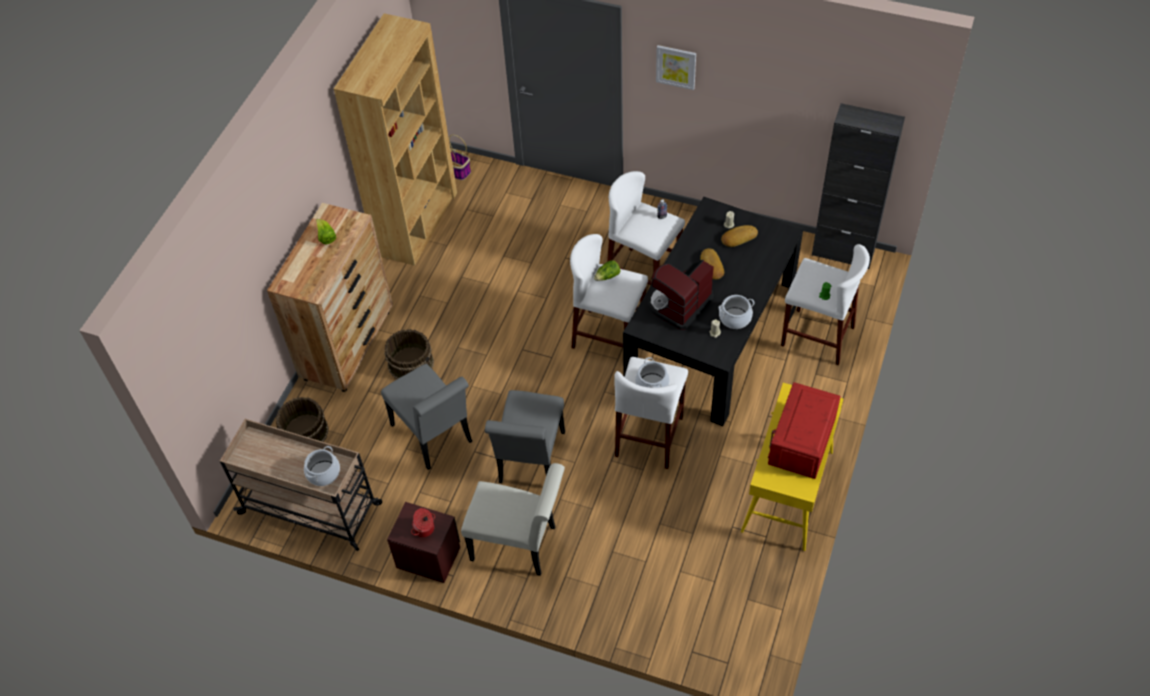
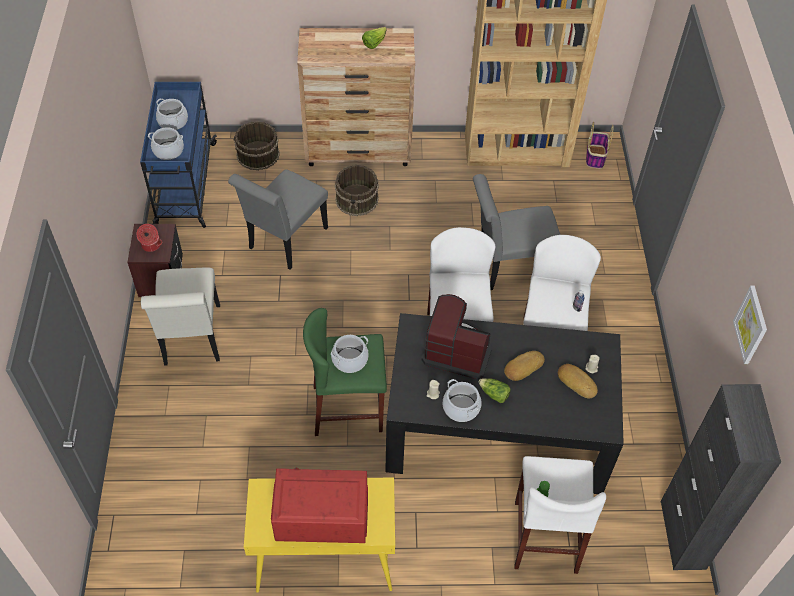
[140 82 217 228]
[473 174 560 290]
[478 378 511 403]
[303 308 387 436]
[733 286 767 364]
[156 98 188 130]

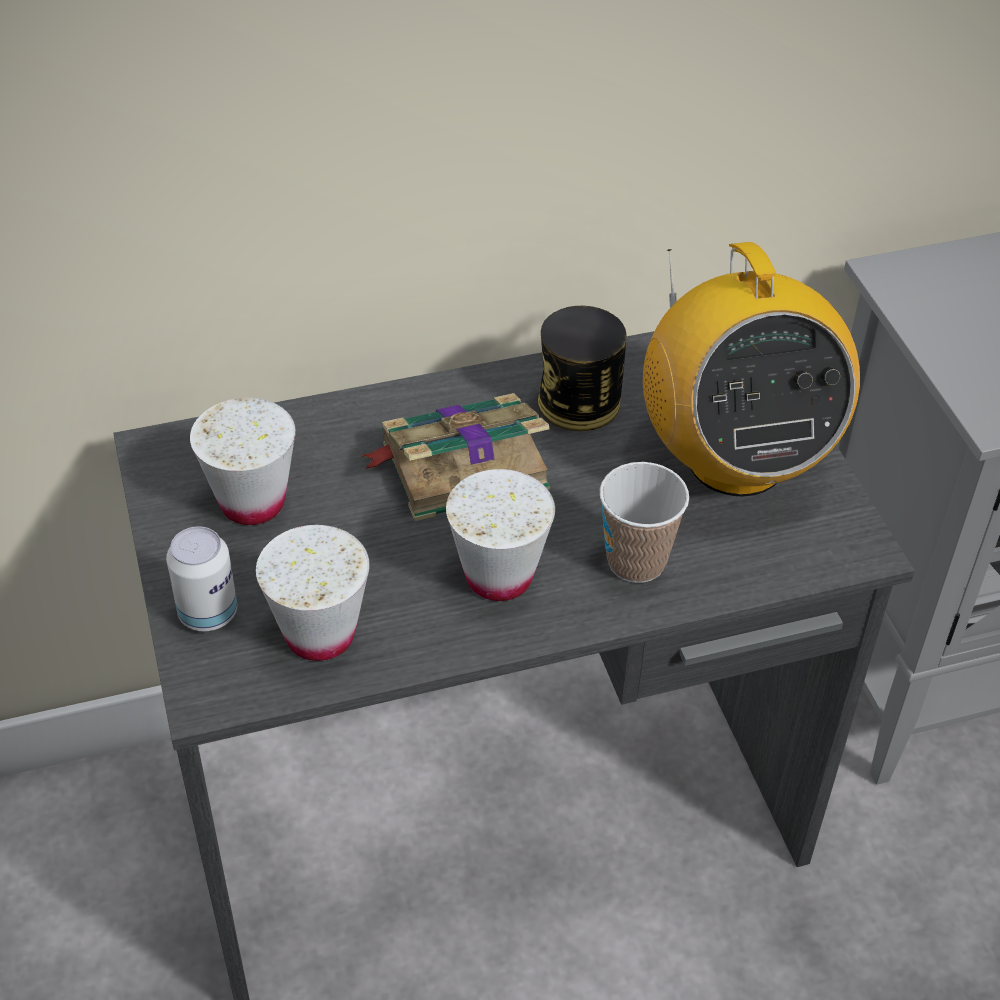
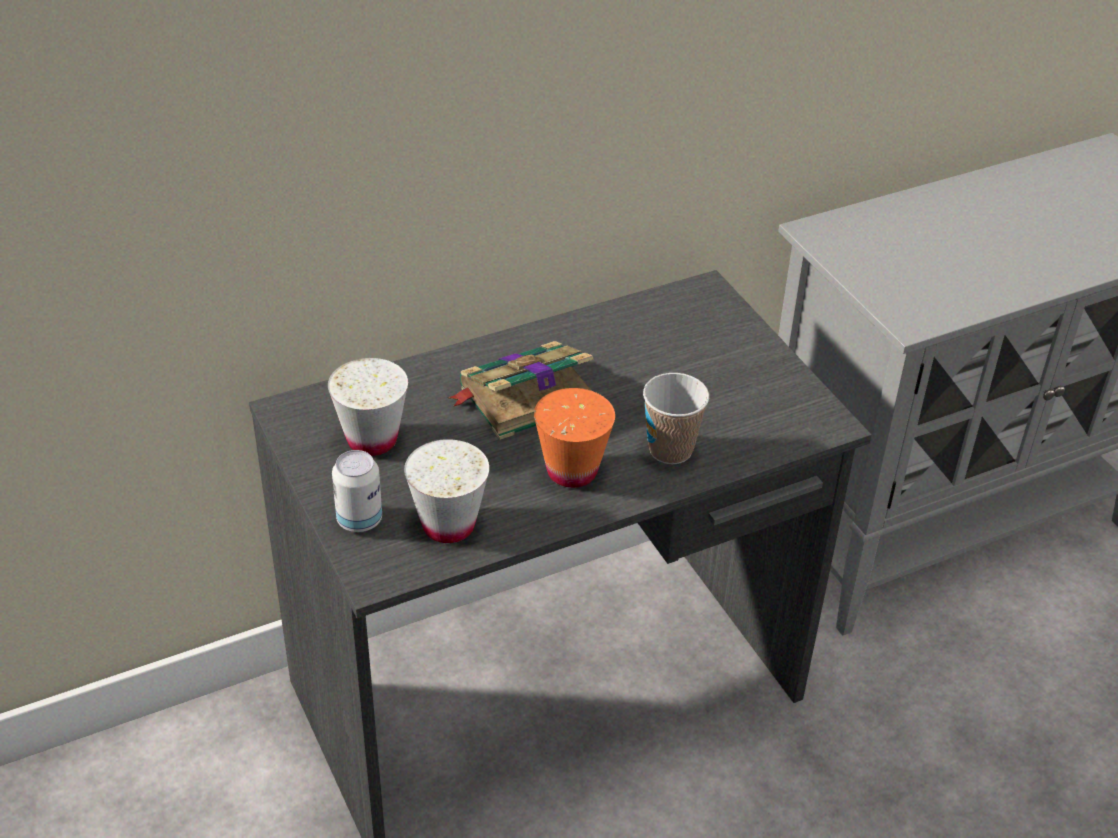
[534 388 615 488]
[538 306 627 431] (first image)
[643 242 860 497] (first image)

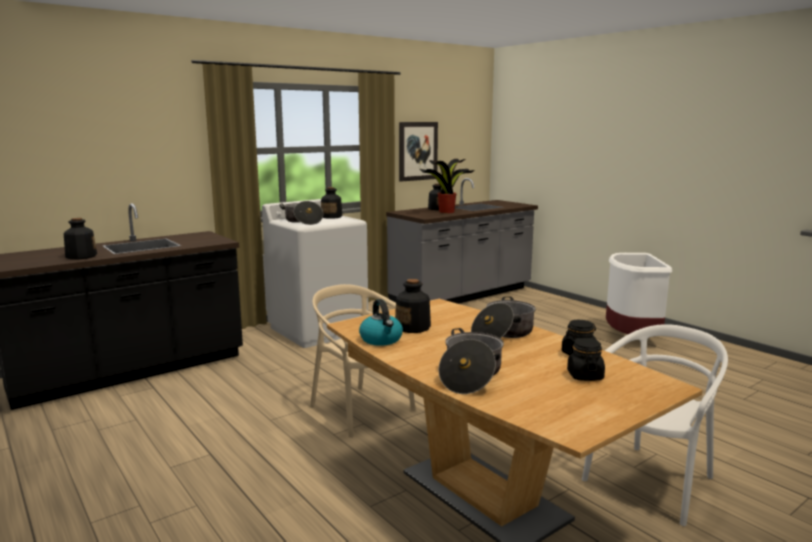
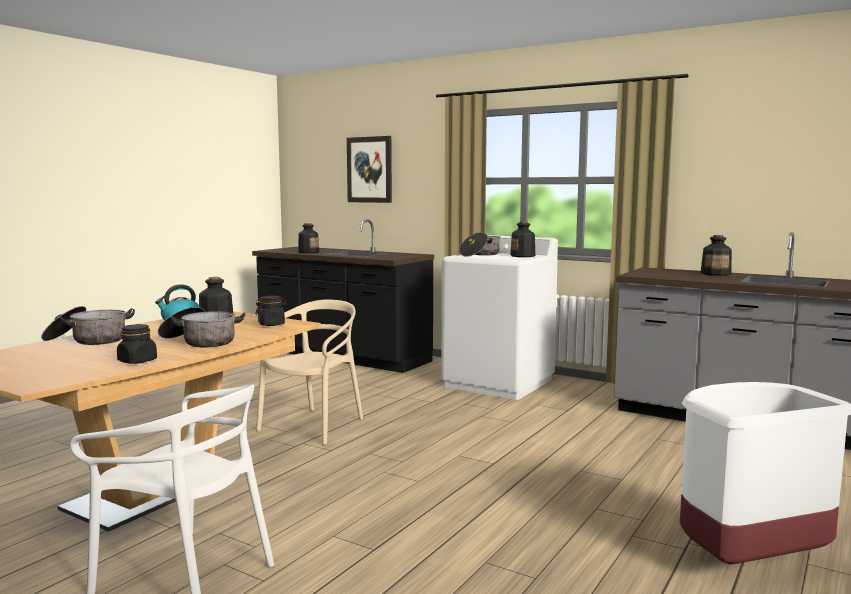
[347 136 392 203]
[420 159 475 213] (first image)
[255 296 287 326]

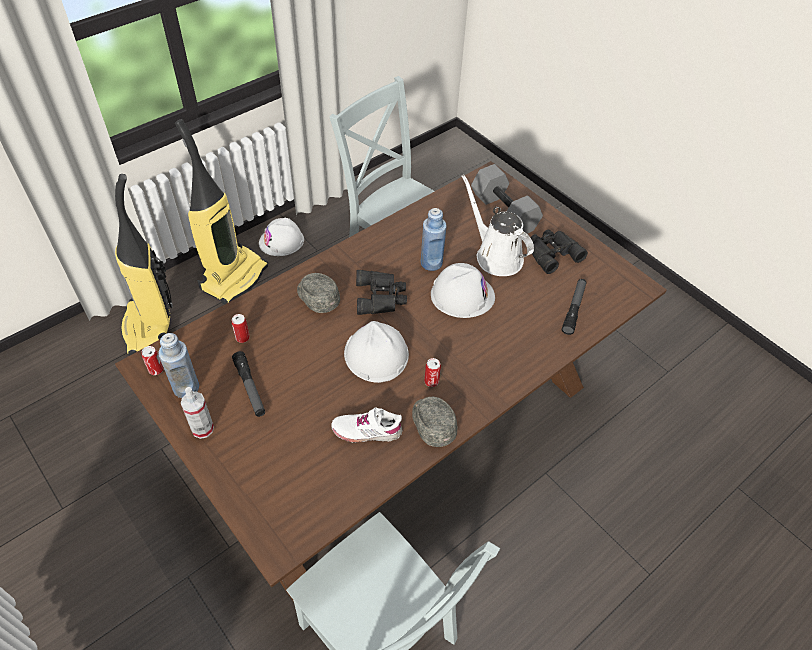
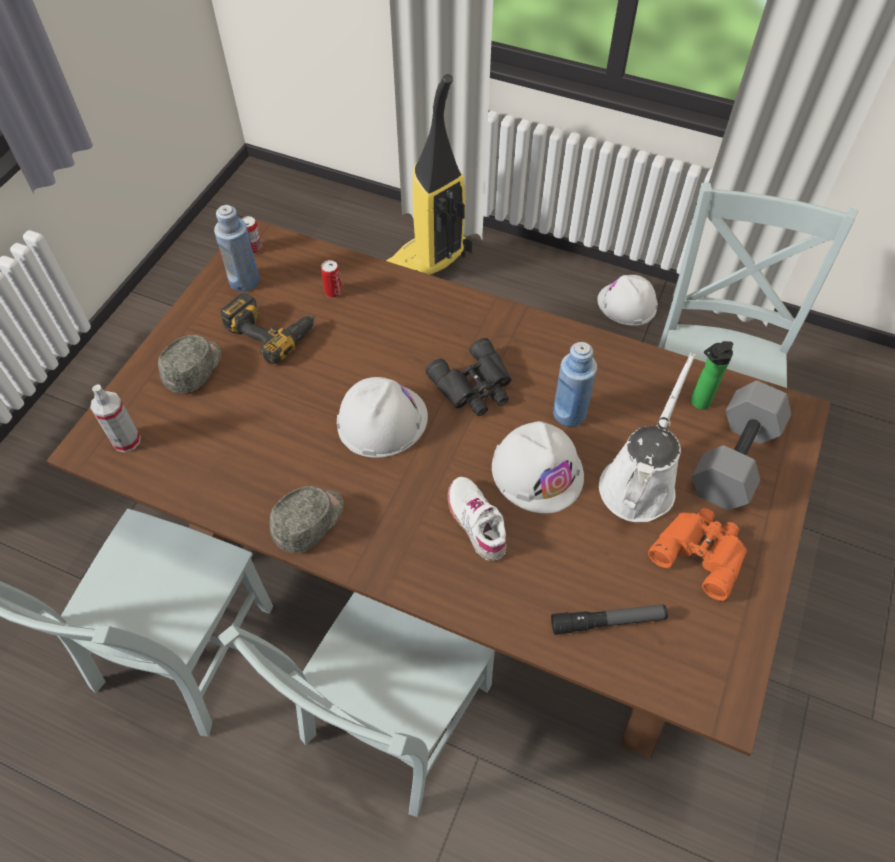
[175 119 268 305] (first image)
[90 385 141 453]
[220 293 315 364]
[158 335 221 393]
[447 477 507 561]
[424 358 441 387] (first image)
[648 508 747 601]
[218 592 495 817]
[691 341 733 410]

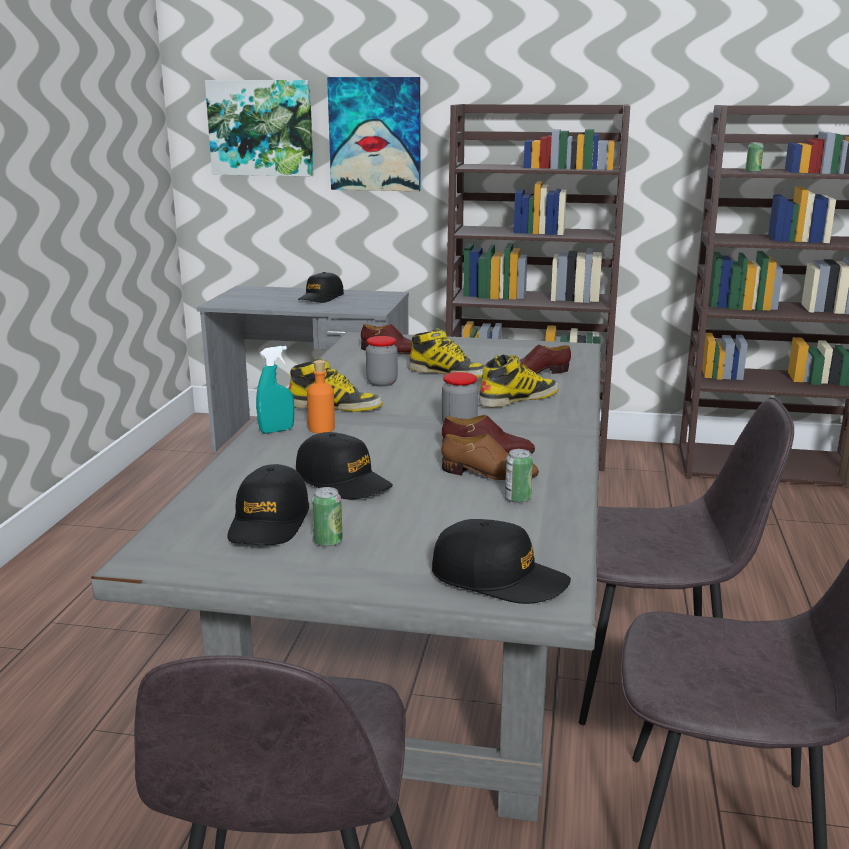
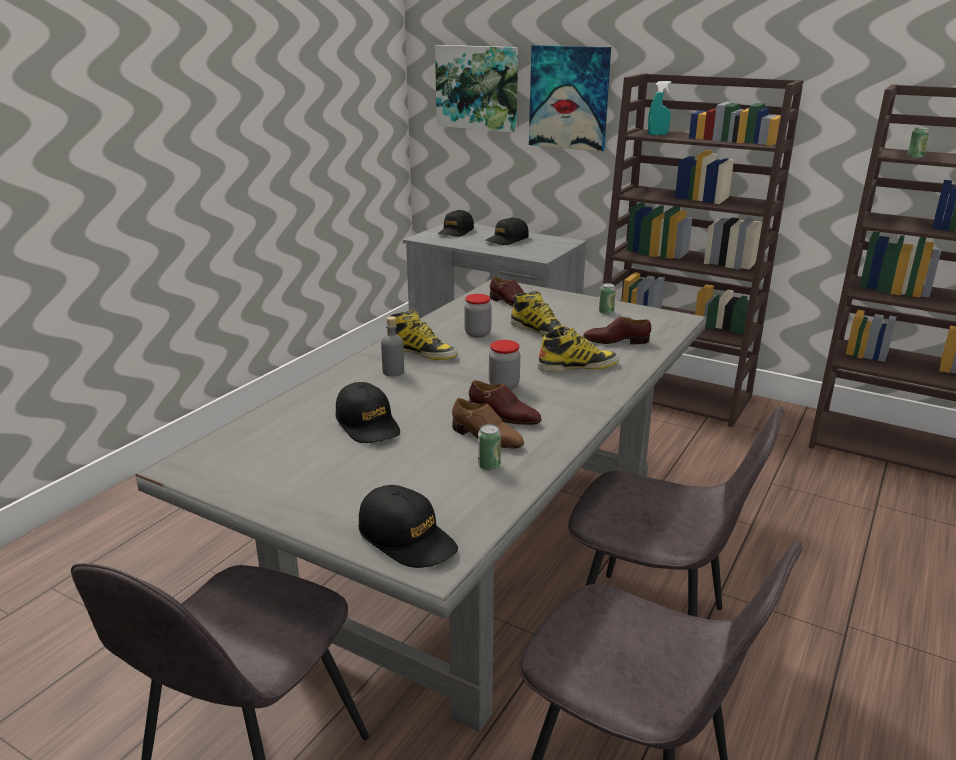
[438 210 474 237]
[648 81 671 135]
[381 316 404 376]
[599 283 616 314]

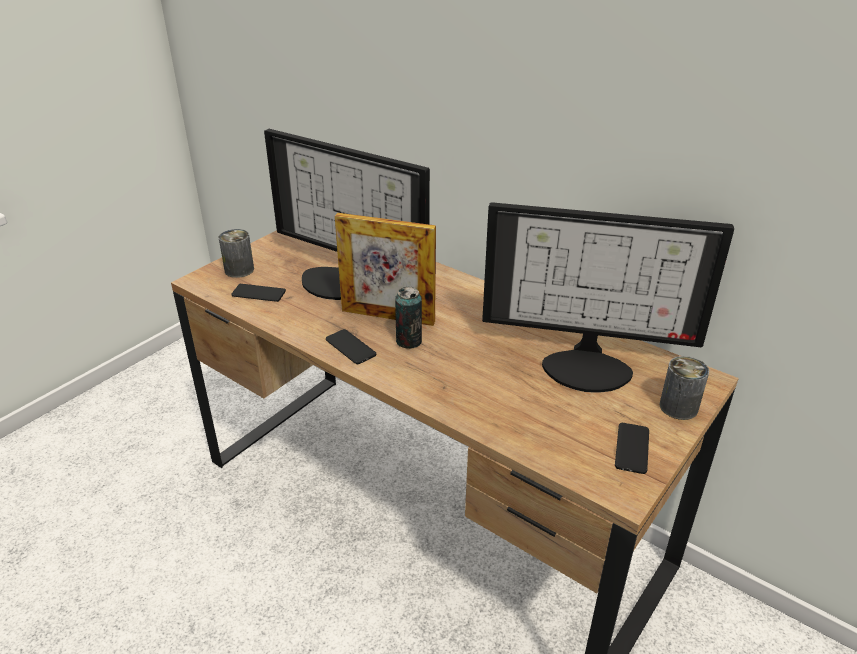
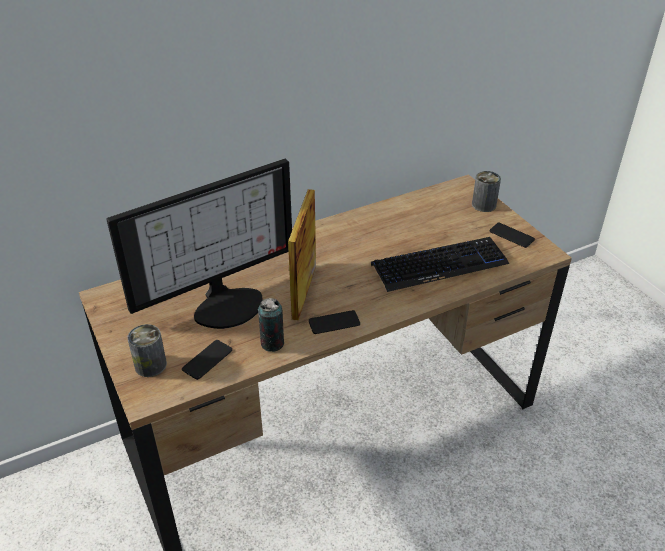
[288 189 316 320]
[258 298 284 352]
[482 202 734 393] (first image)
[371 237 509 292]

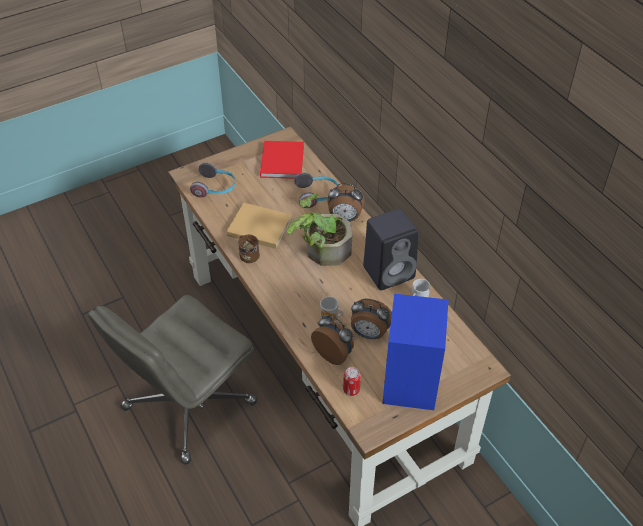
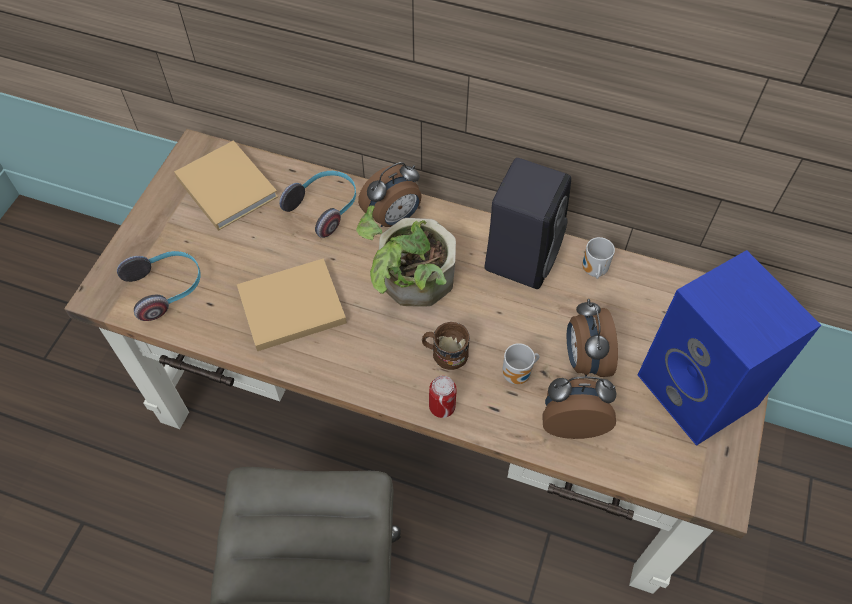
[422 322 470 370]
[174 140 278 231]
[429 376 457 418]
[567 299 618 377]

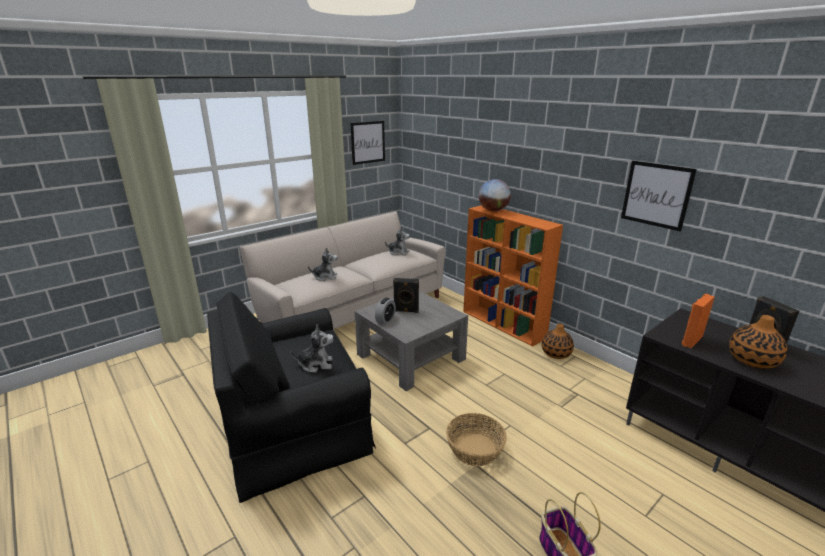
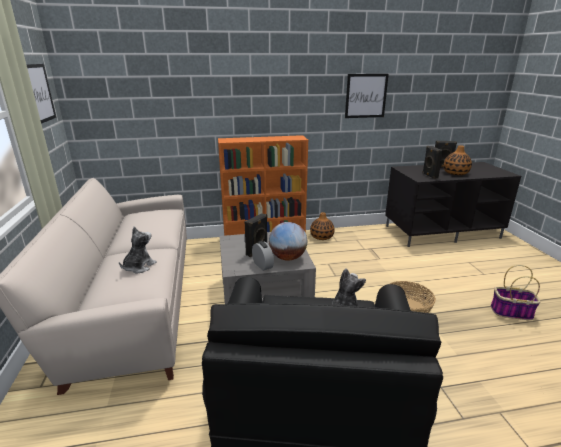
[385 226 410 256] (first image)
[269 222 307 261]
[422 146 443 179]

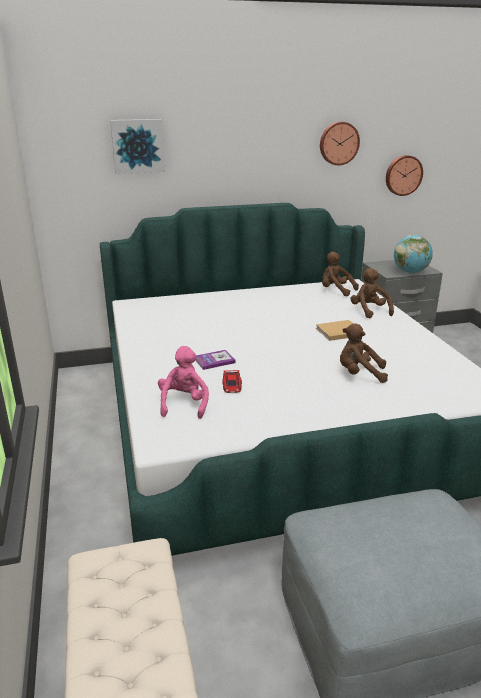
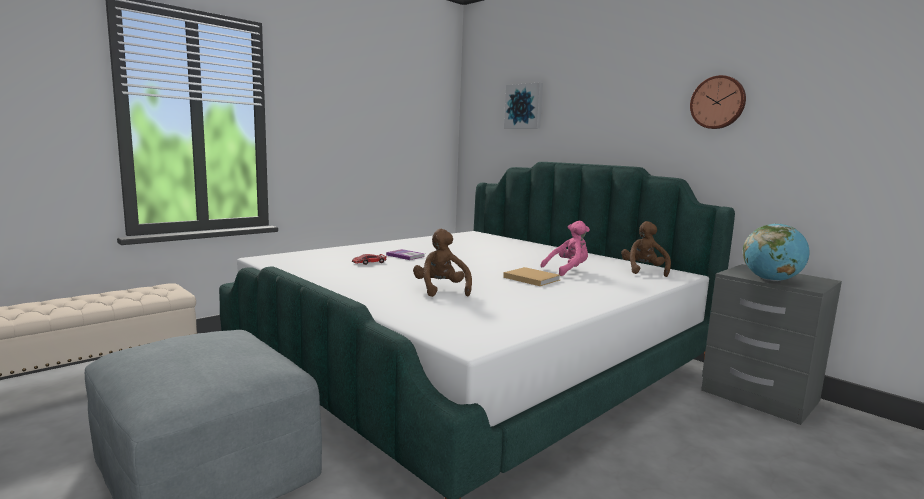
[541 221 590 276]
[350 268 394 319] (first image)
[386 155 423 196] (first image)

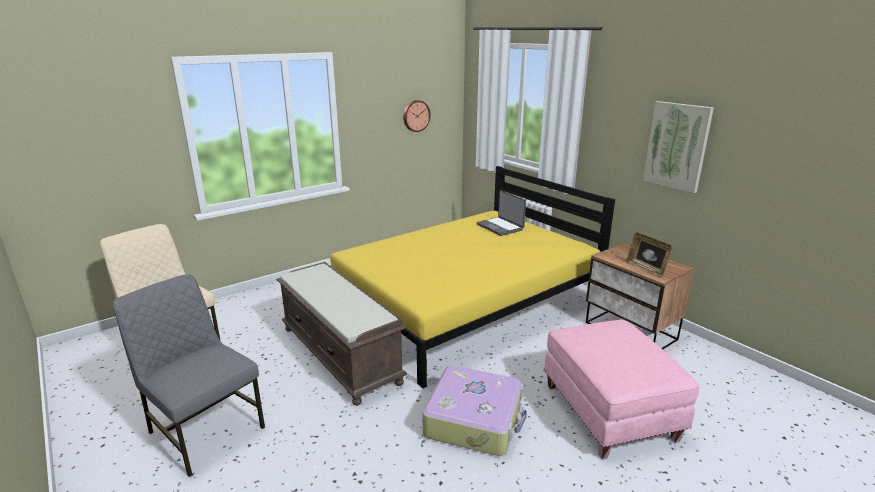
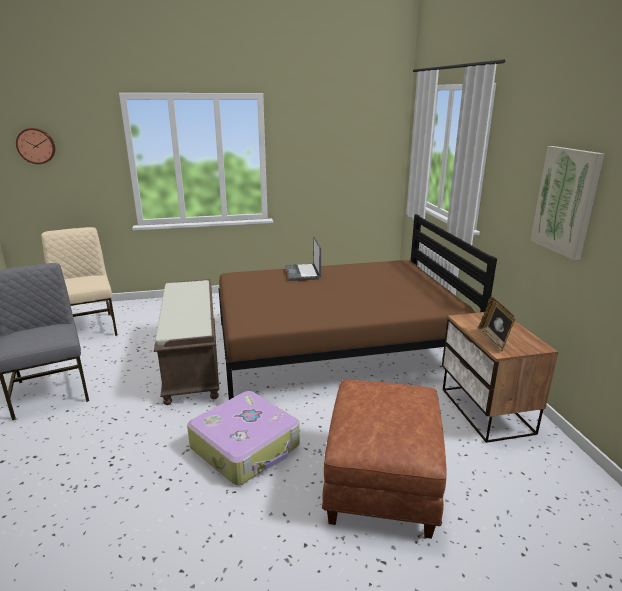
[218 214 497 400]
[16 128 55 164]
[285 236 321 281]
[322 380 447 539]

